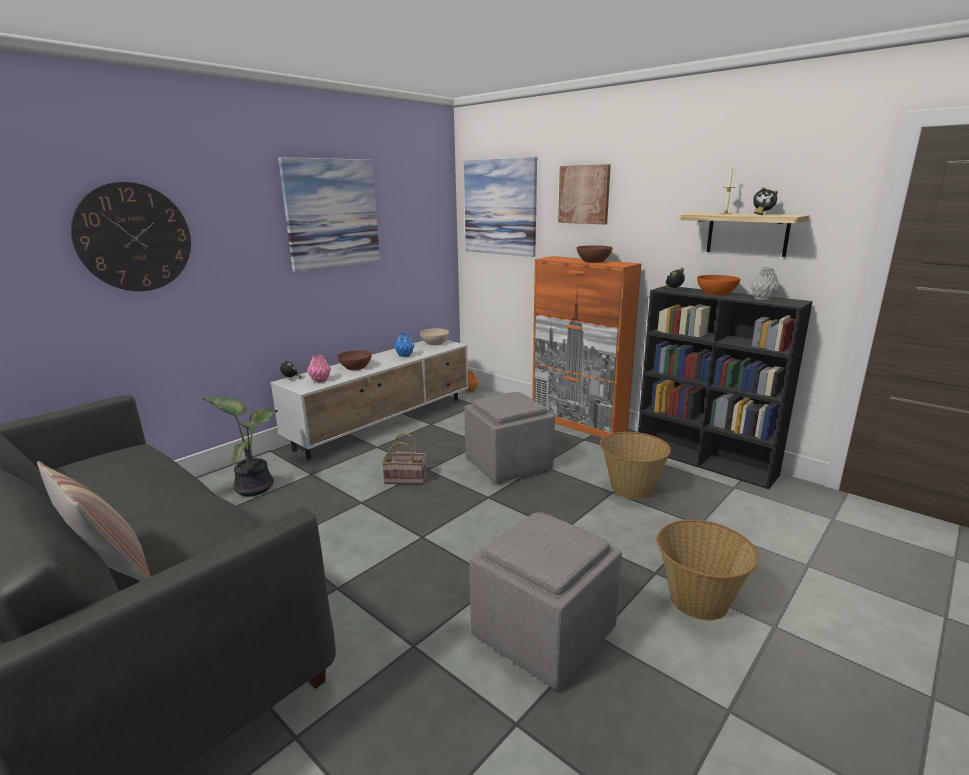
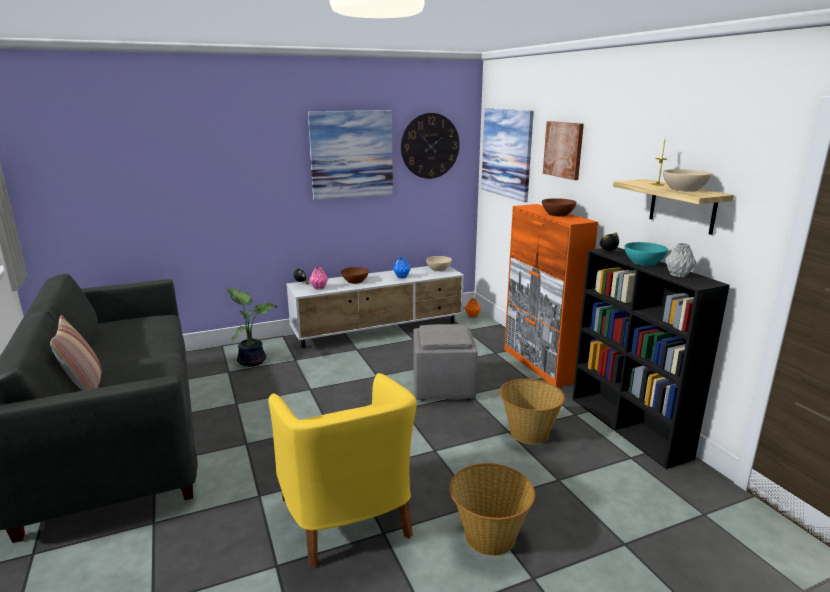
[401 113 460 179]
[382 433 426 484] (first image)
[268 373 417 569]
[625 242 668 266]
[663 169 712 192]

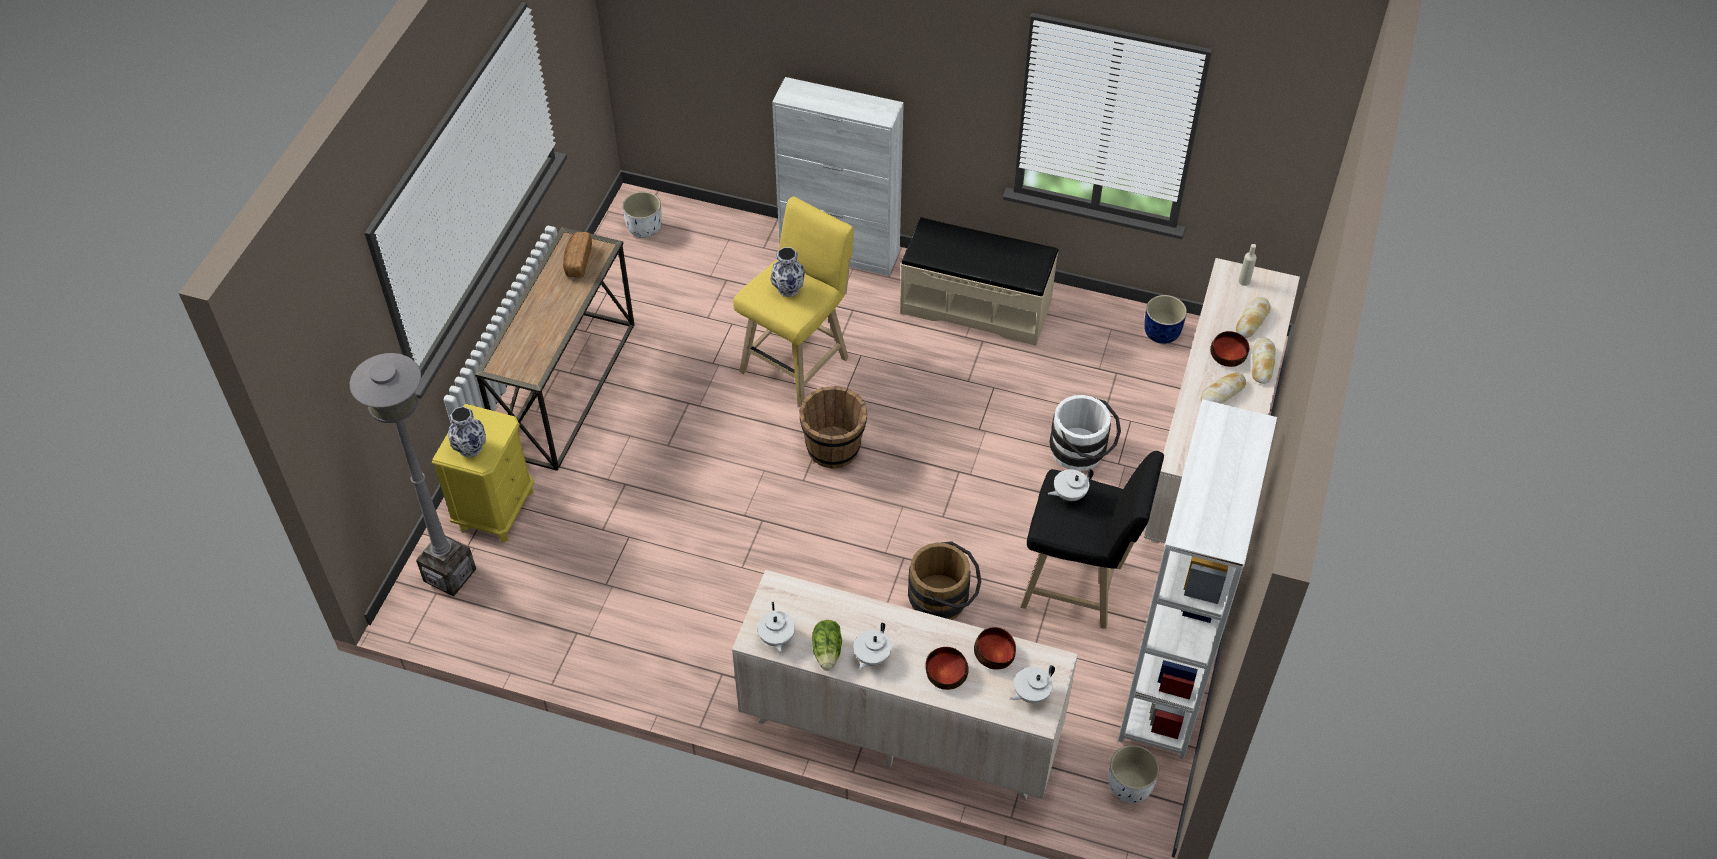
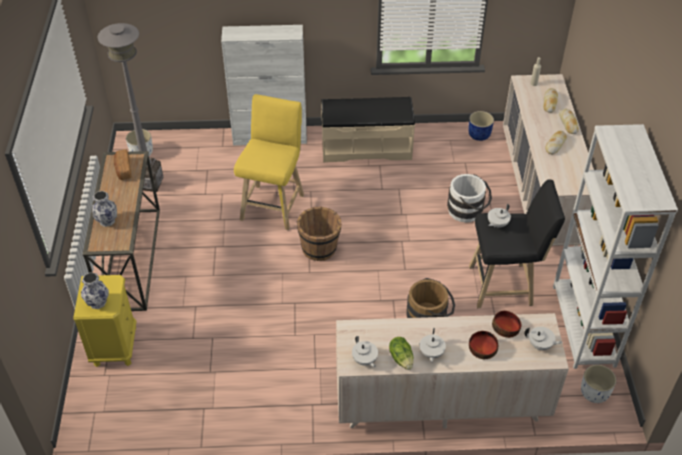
[98 23 163 192]
[92 191 117 227]
[524 327 563 350]
[1210 331 1249 367] (first image)

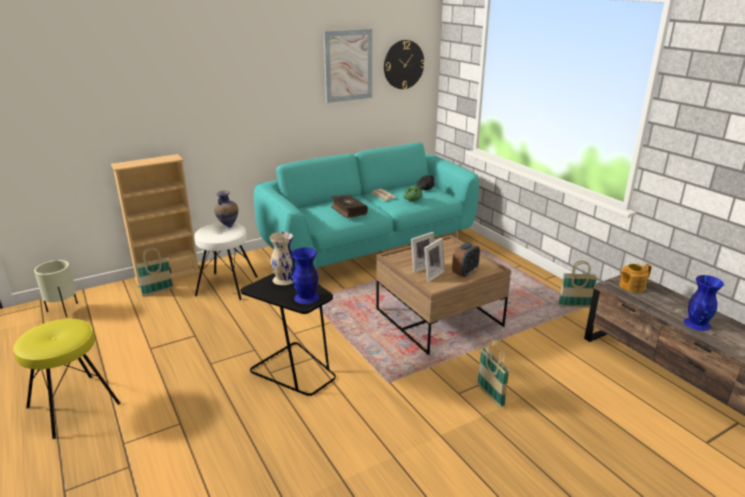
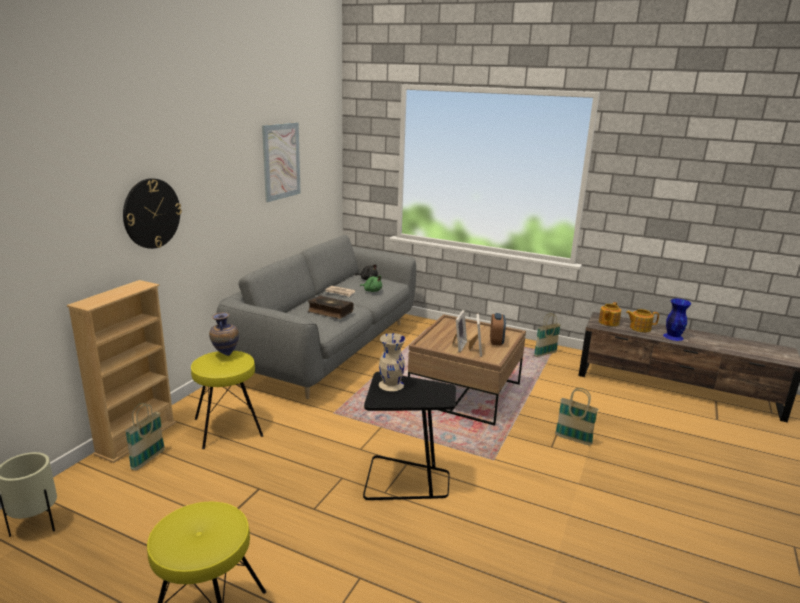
[191 351 263 449]
[217 235 416 399]
[291 247 319 304] (first image)
[123 178 182 249]
[626 309 659 332]

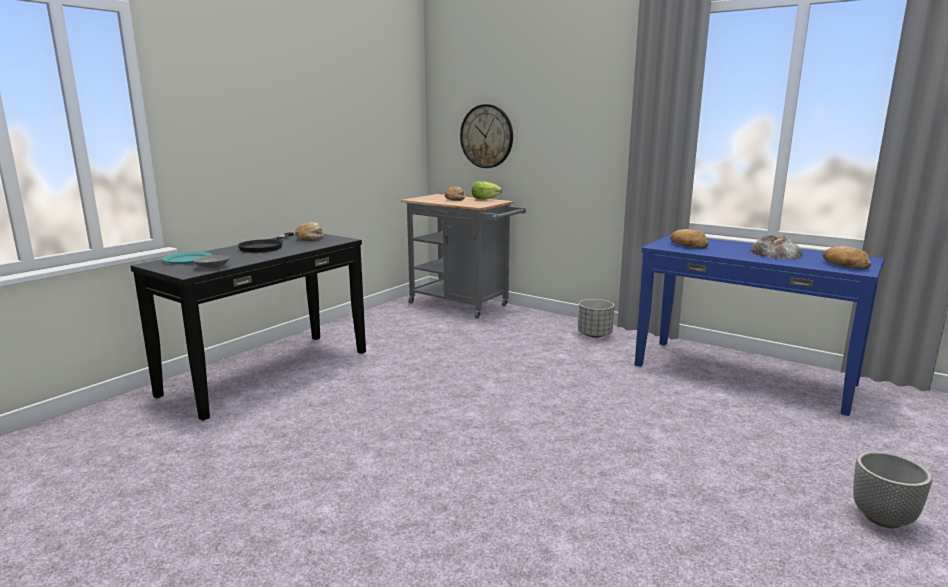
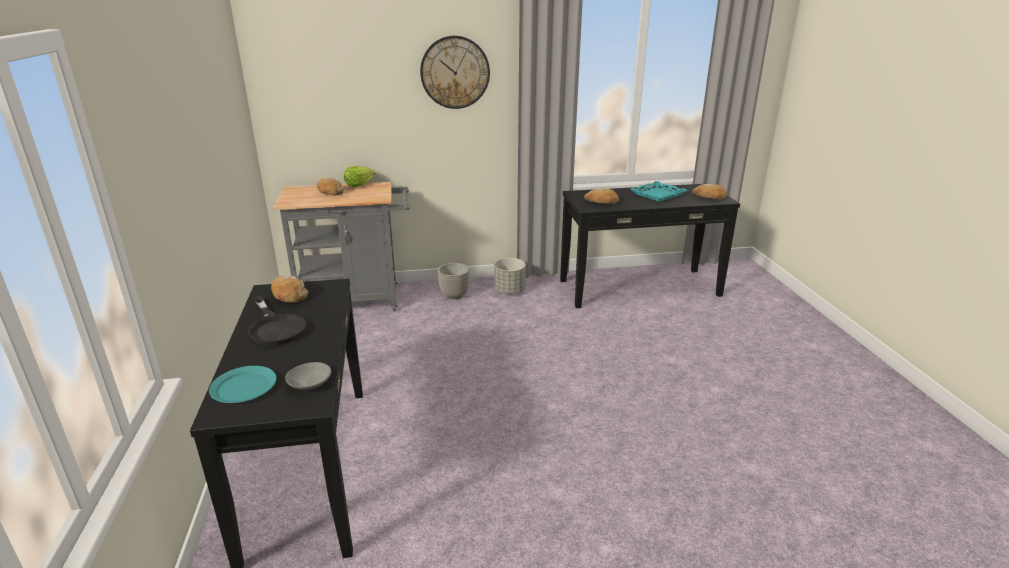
[420 36 490 109]
[560 183 740 308]
[631 181 687 202]
[437 263 470 299]

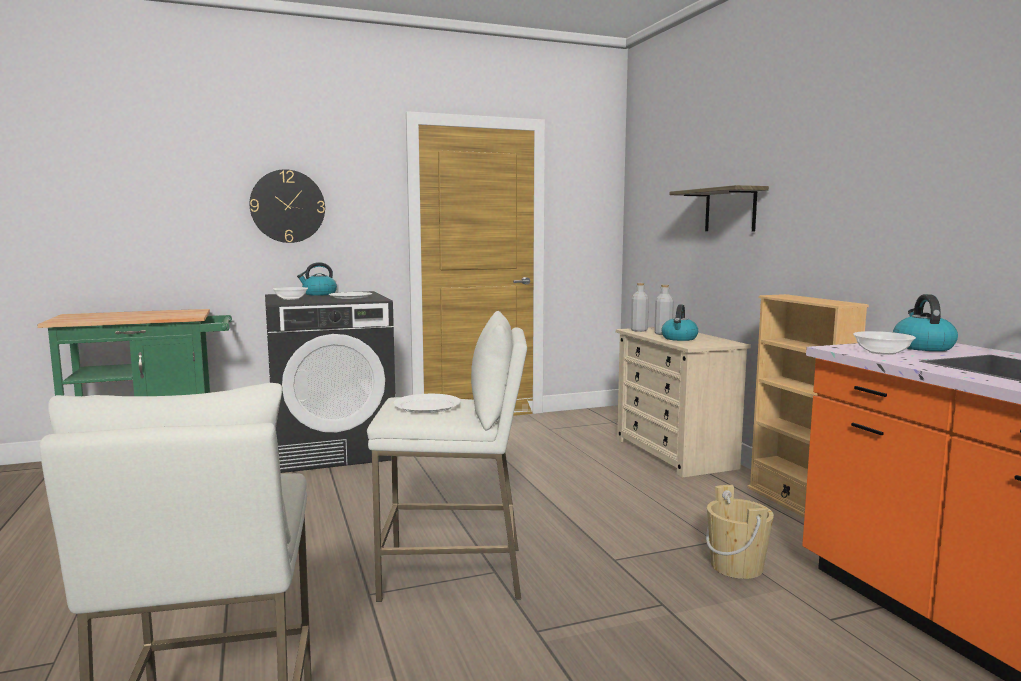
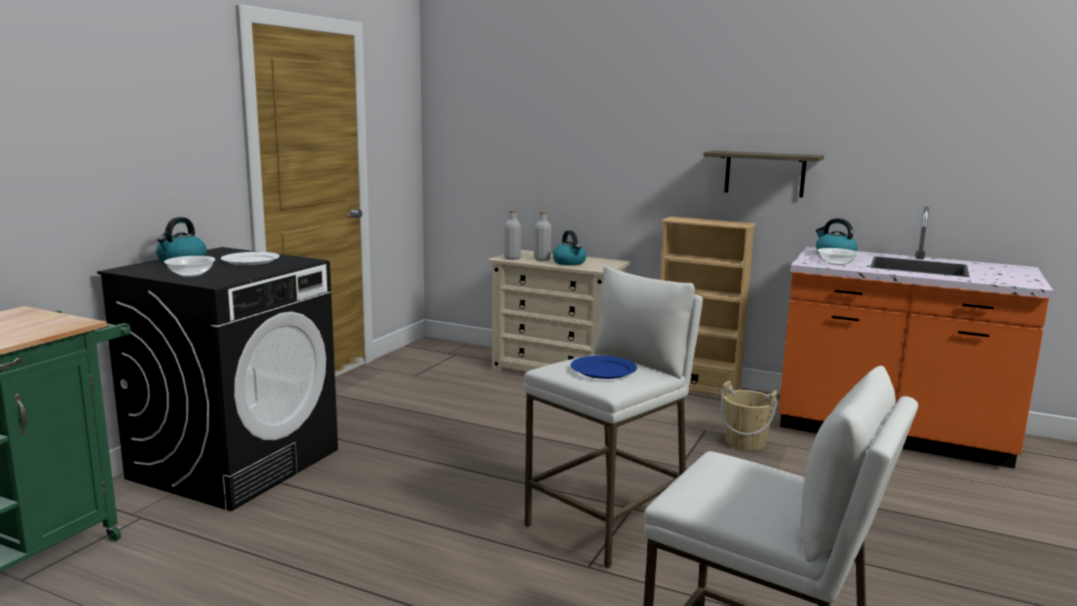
[250 169 325 243] (first image)
[571 355 637 379]
[703 151 824 198]

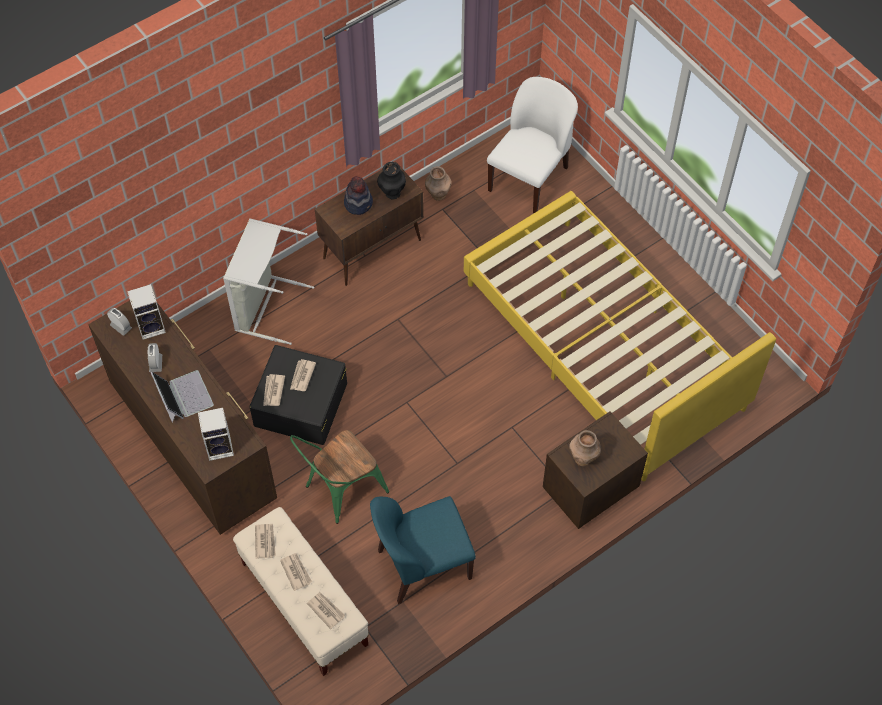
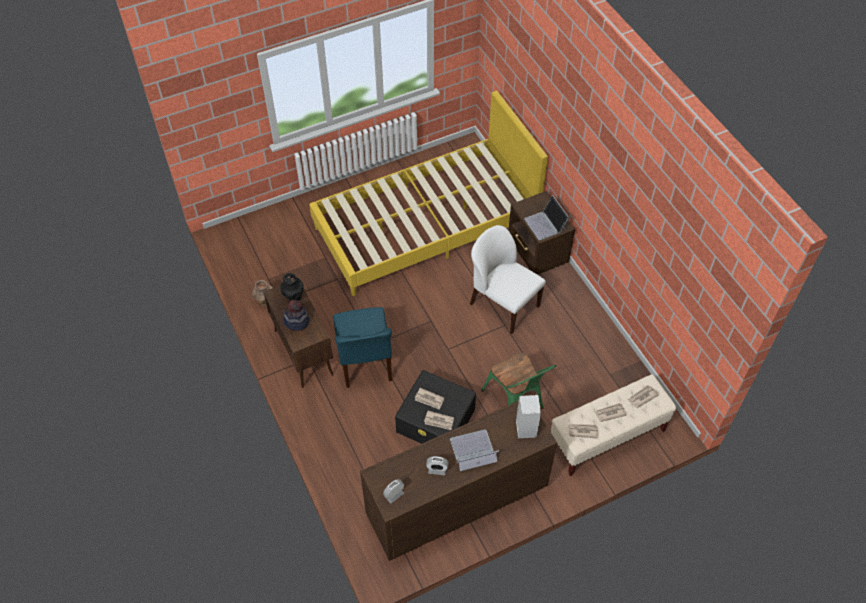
[127 284 166 340] (first image)
[223 218 314 345] (first image)
[333 307 392 388]
[470 225 546 334]
[524 195 569 240]

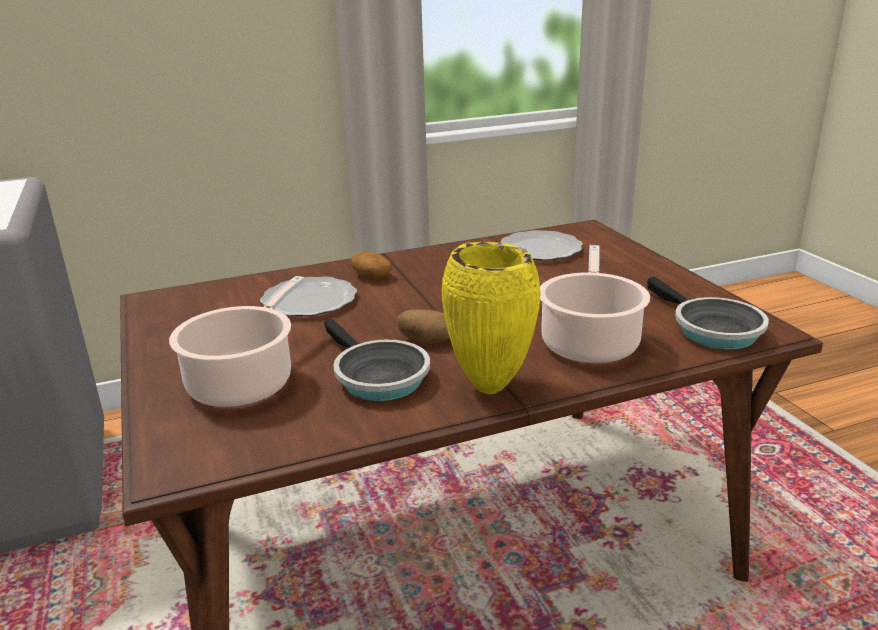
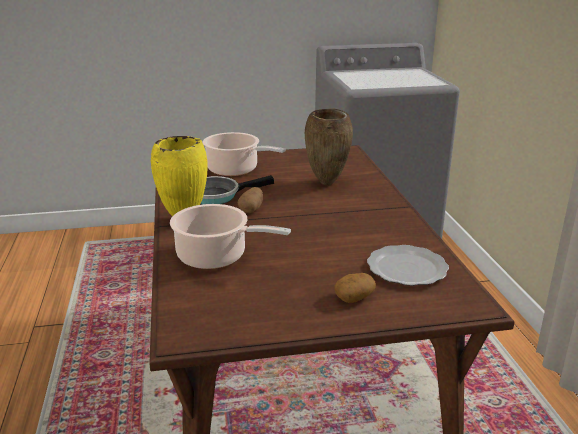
[305 109 353 185]
[334 273 376 303]
[648 277 769 350] (first image)

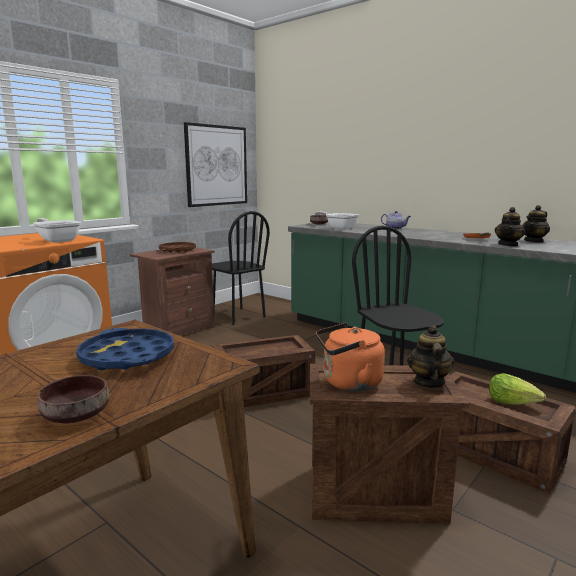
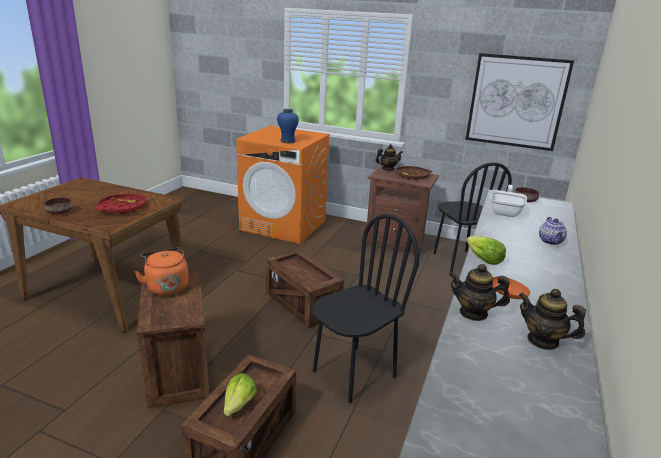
[277 109 299 143]
[95 194 147 214]
[433 162 512 273]
[375 144 403 171]
[466 236 506 265]

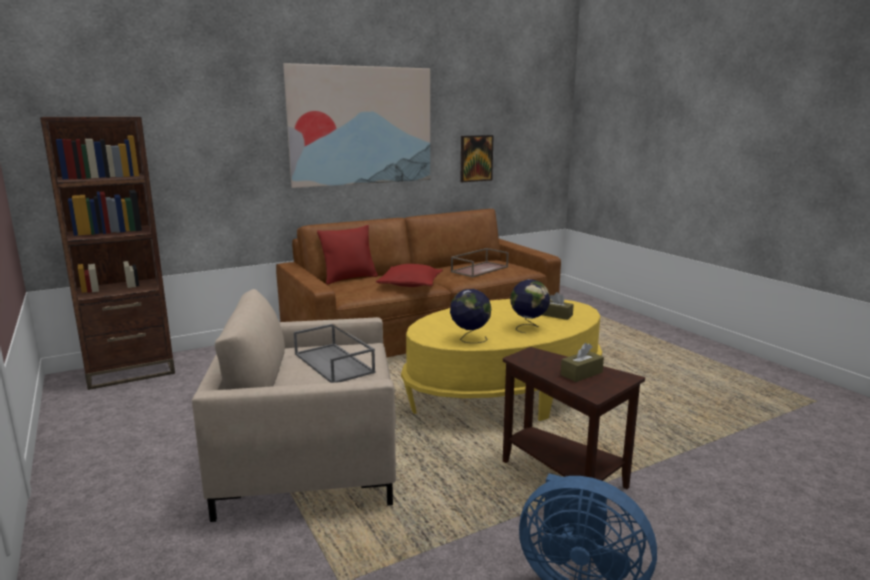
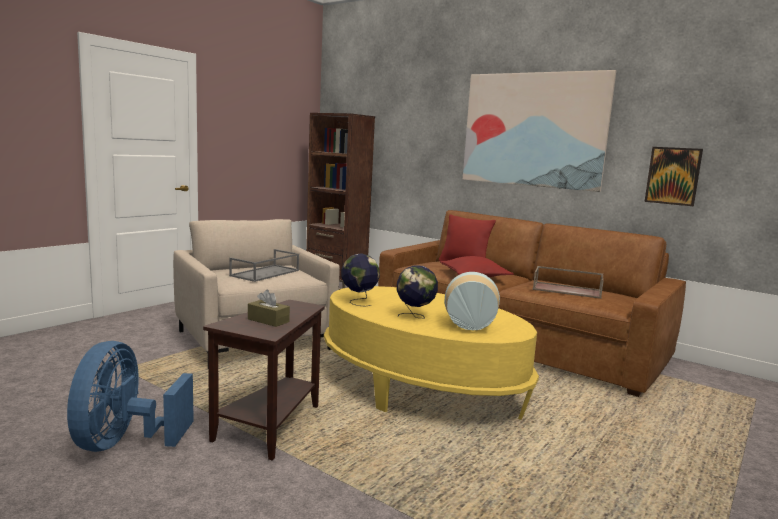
[445 272 500 330]

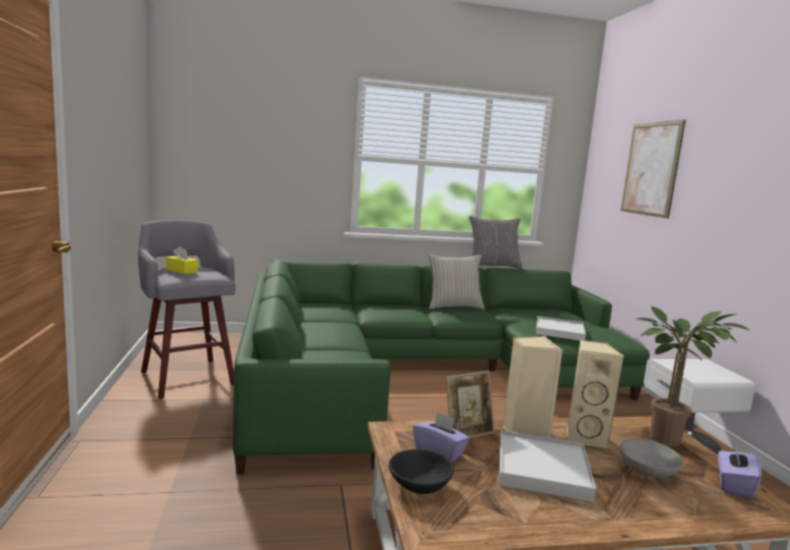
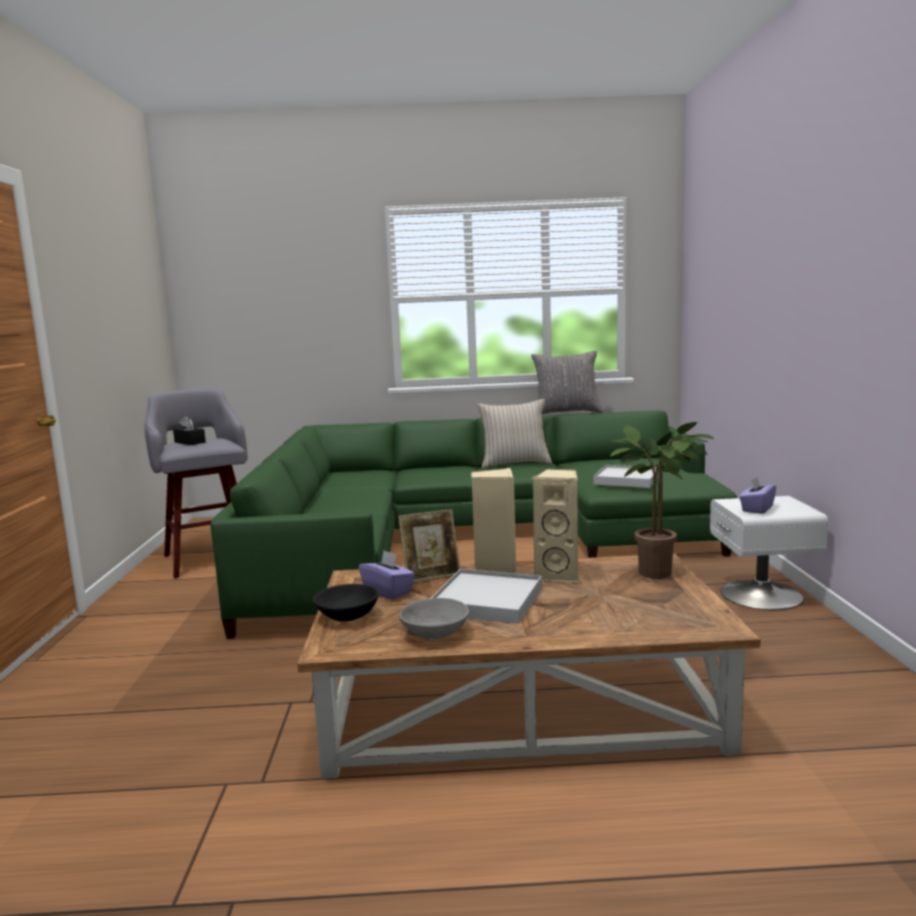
[173 416 206 445]
[399 598 469 639]
[621 120 686 219] (first image)
[739 477 776 514]

